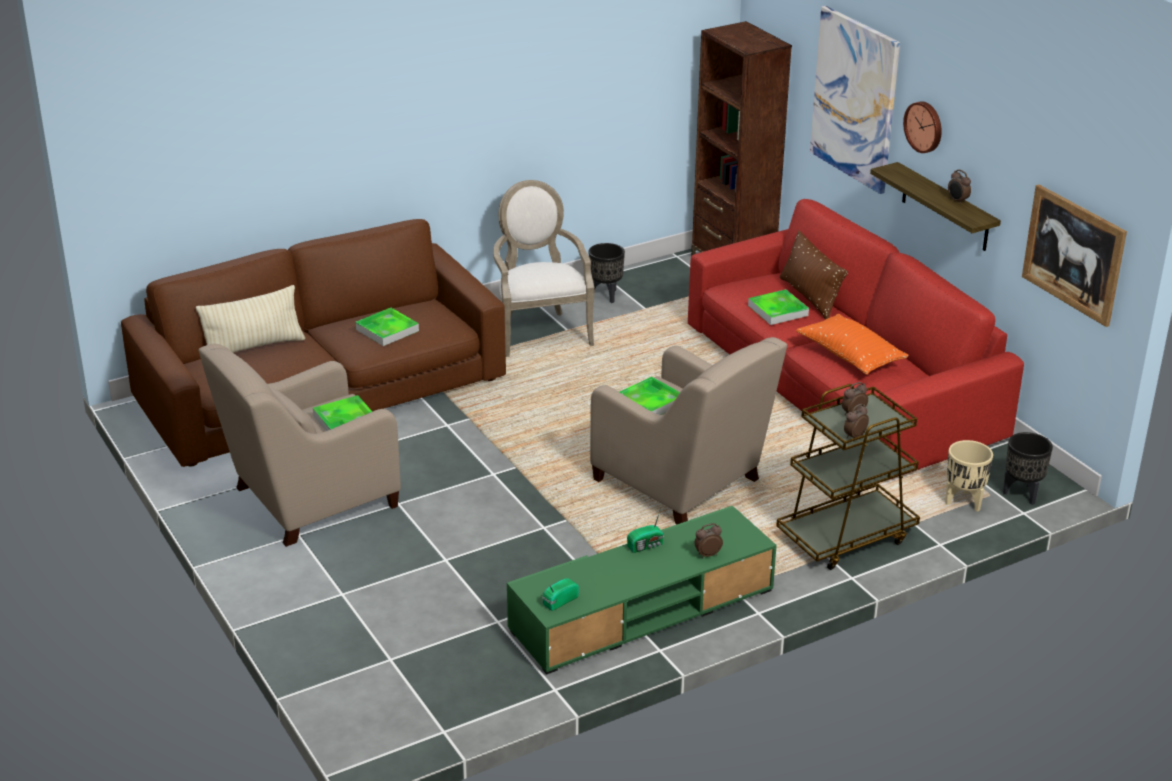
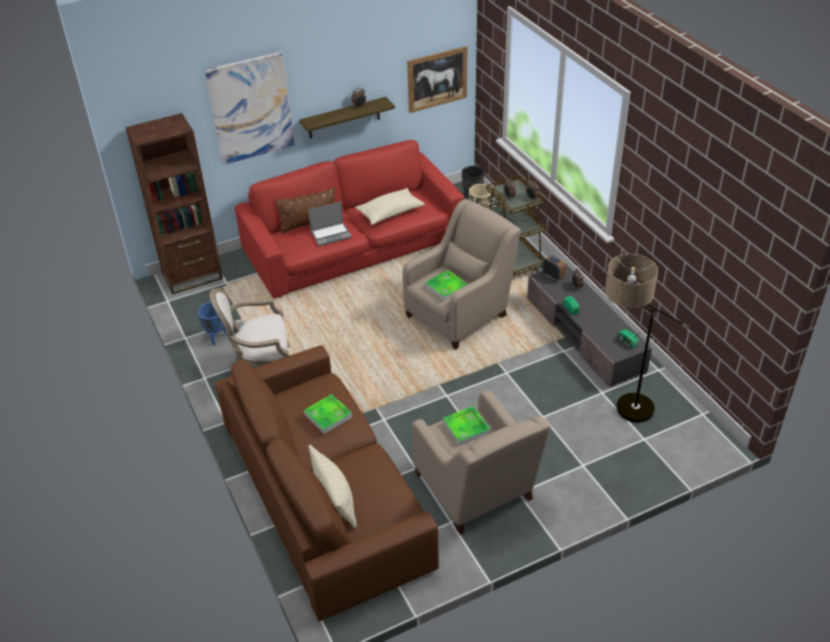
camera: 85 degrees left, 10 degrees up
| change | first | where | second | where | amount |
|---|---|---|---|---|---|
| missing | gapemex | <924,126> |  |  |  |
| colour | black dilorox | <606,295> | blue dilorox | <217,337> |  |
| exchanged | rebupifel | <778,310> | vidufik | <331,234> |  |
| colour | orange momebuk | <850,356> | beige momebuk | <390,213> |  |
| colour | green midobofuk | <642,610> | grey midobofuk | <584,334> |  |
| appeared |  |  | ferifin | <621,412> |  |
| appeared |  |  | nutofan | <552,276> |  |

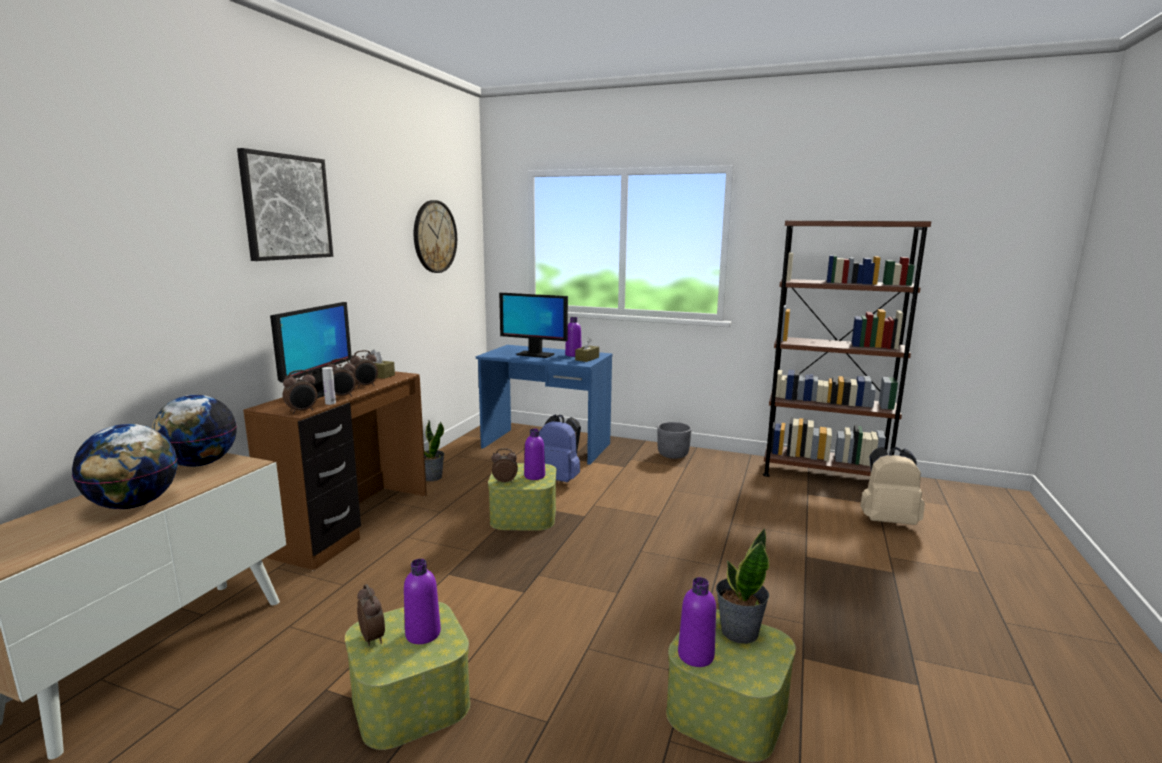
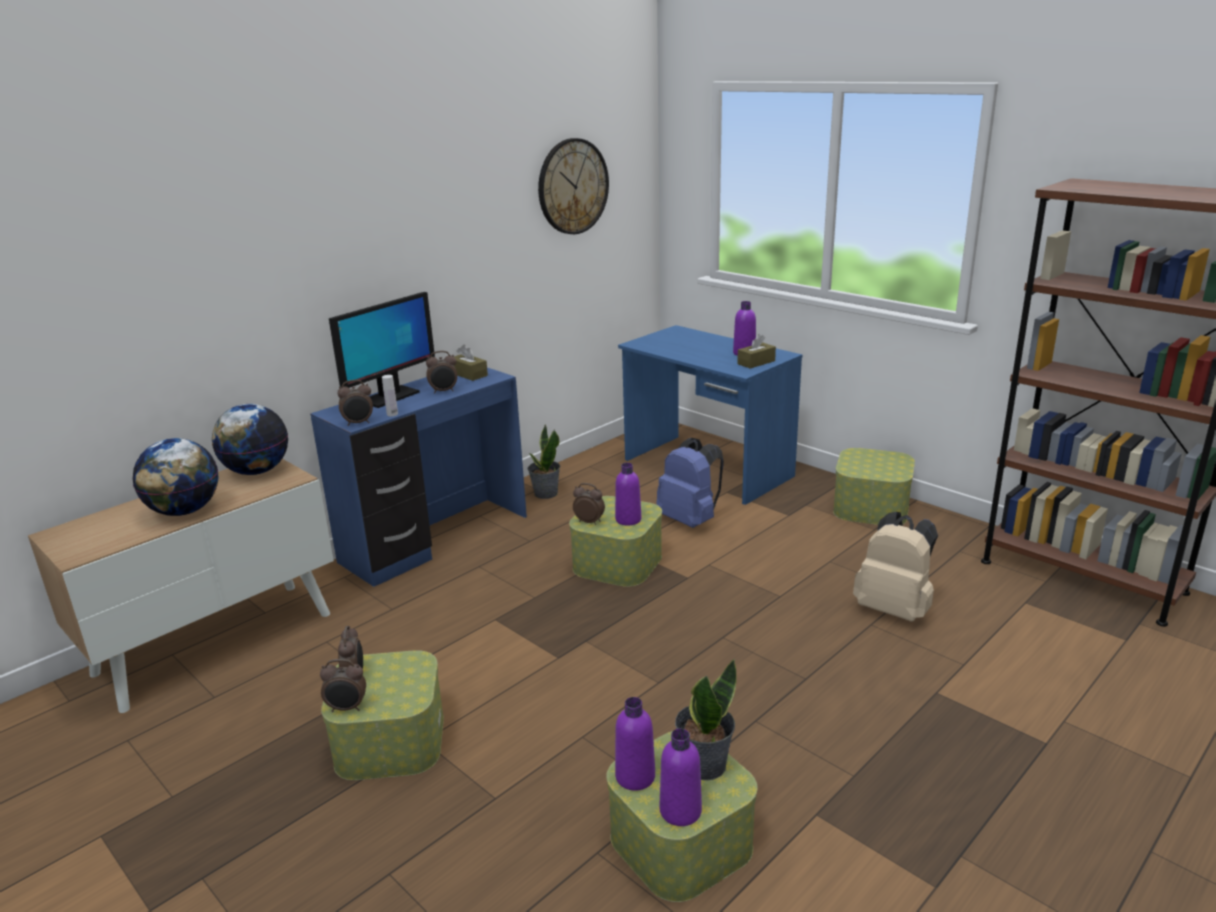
camera: 25 degrees right, 10 degrees up
| change | first | where | second | where | amount |
|---|---|---|---|---|---|
| missing | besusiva | <286,207> |  |  |  |
| missing | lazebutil | <535,355> |  |  |  |
| relocated | nutofan | <342,396> |  | <347,708> |  |
| colour | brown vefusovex | <355,523> | blue vefusovex | <437,539> |  |
| exchanged | grey dilorox | <673,455> | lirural | <871,507> |  |
| relocated | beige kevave | <887,520> |  | <894,609> |  |
| relocated | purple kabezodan | <423,633> |  | <680,811> |  |

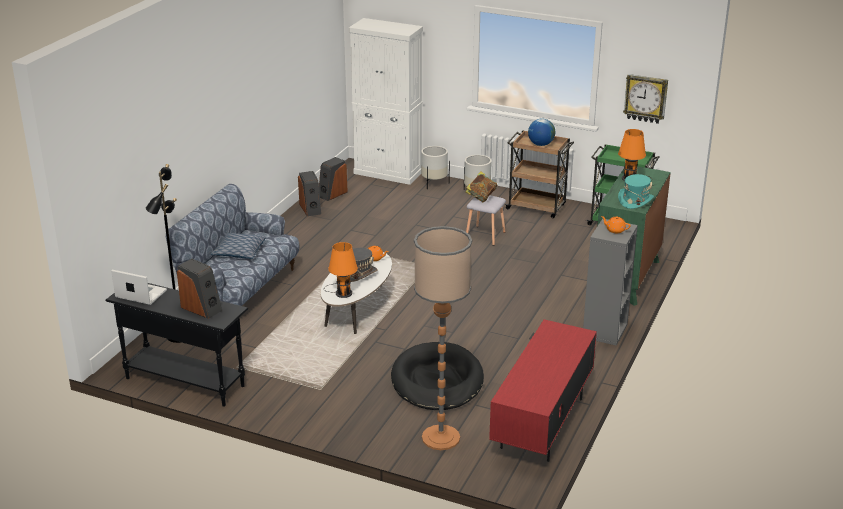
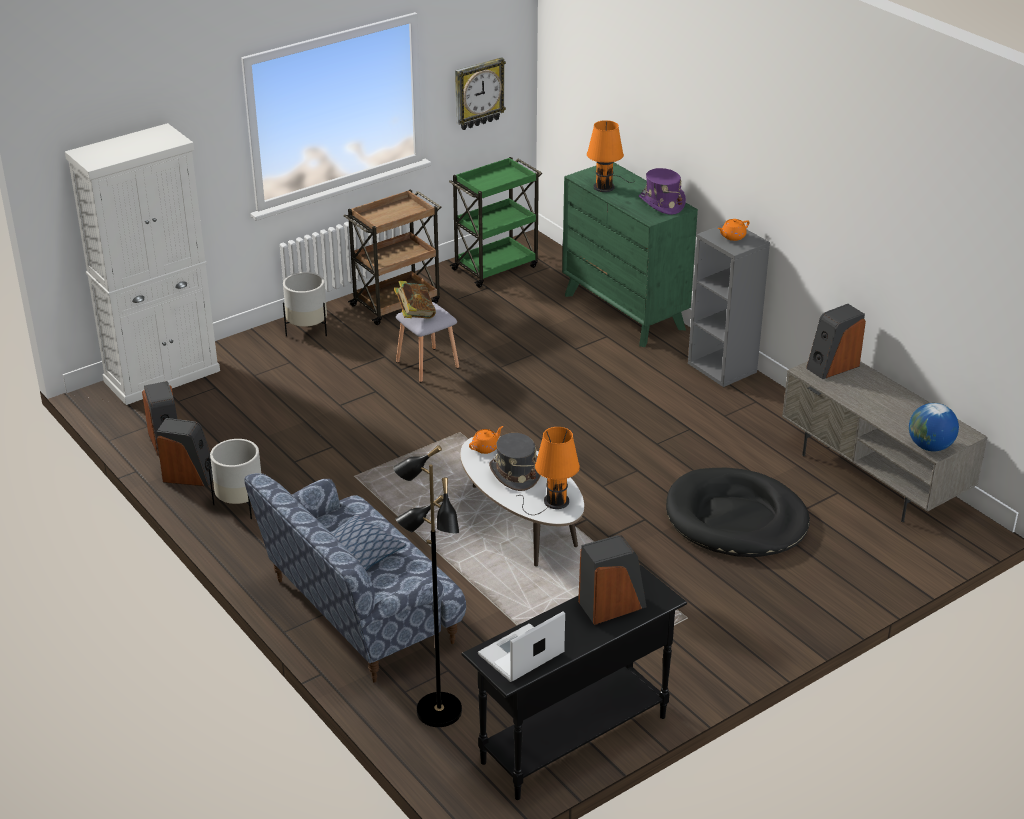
camera: 60 degrees left, 5 degrees up
| change | first | where | second | where | amount |
|---|---|---|---|---|---|
| relocated | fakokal | <540,144> |  | <930,446> |  |
| relocated | white dilorox | <434,183> |  | <240,504> |  |
| colour | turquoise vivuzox | <635,200> | purple vivuzox | <661,203> |  |
| missing | ferifin | <441,438> |  |  |  |
| colour | red midobofuk | <542,424> | grey midobofuk | <874,477> |  |
| appeared |  |  | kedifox | <832,366> |  |

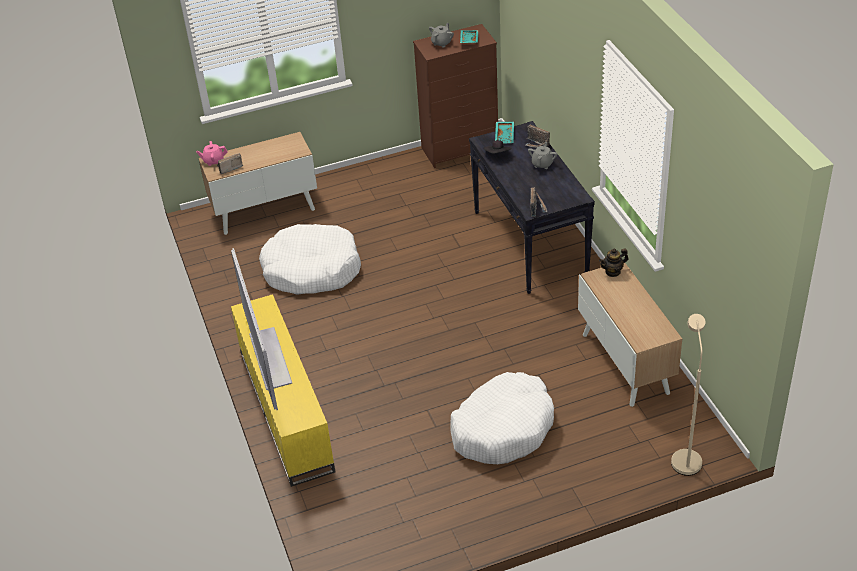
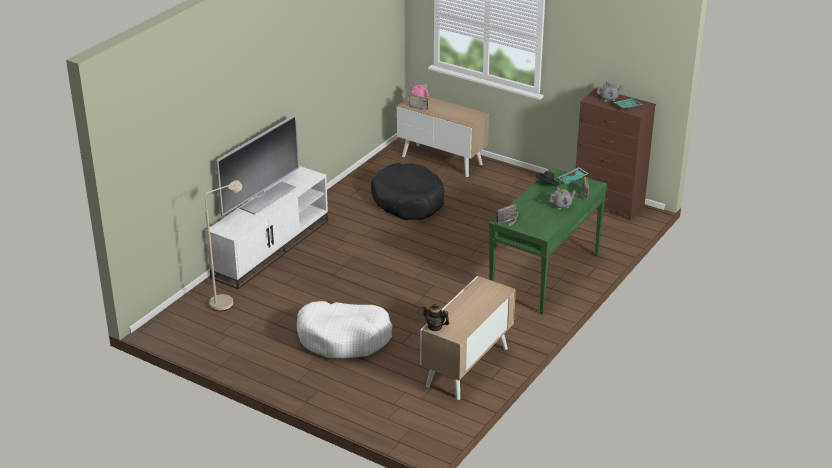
camera: 50 degrees right, 10 degrees down
| change | first | where | second | where | amount |
|---|---|---|---|---|---|
| colour | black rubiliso | <530,243> | green rubiliso | <545,275> |  |
| colour | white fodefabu | <311,269> | black fodefabu | <408,201> |  |
| relocated | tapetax | <613,272> |  | <435,327> |  |
| colour | yellow midobofuk | <285,410> | white midobofuk | <271,248> |  |
| relocated | beige ferifin | <685,456> |  | <227,302> |  |

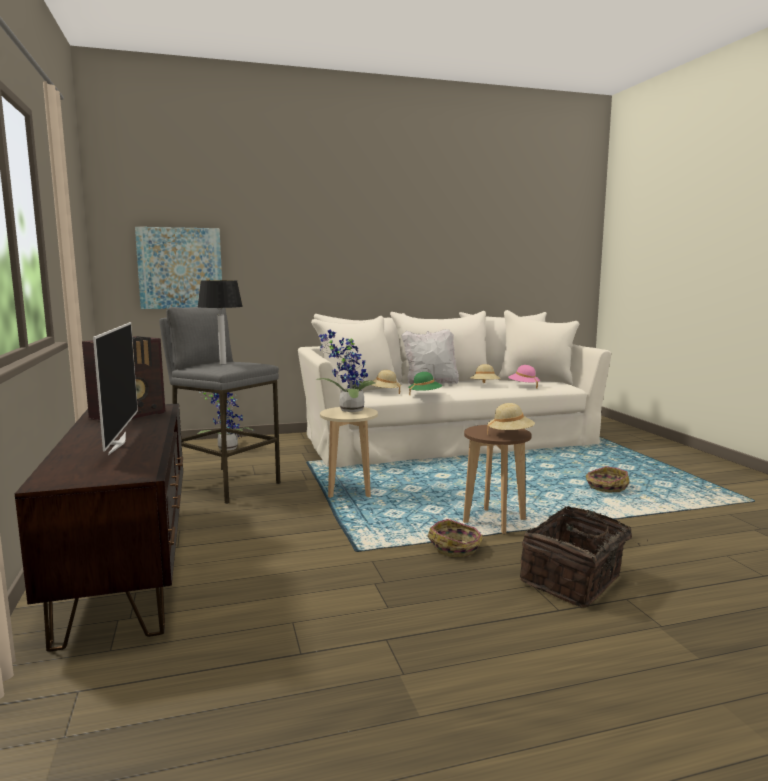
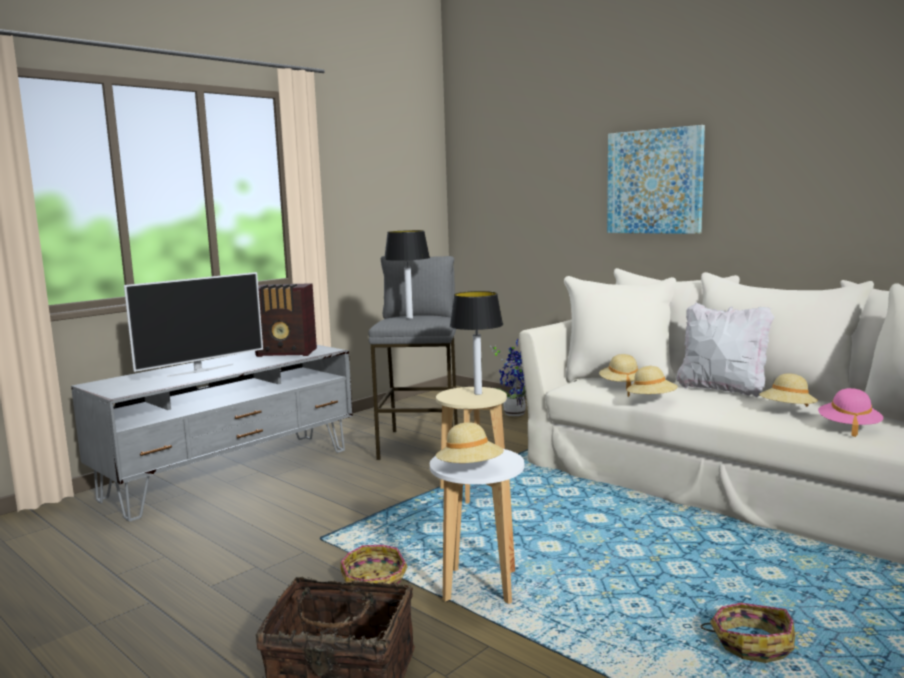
camera: 60 degrees right, 0 degrees up
| change | first | where | second | where | amount |
|---|---|---|---|---|---|
| relocated | besusiva | <180,268> |  | <654,182> |  |
| exchanged | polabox | <348,410> | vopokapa | <478,393> |  |
| colour | green vivuzox | <425,394> | beige vivuzox | <651,400> |  |
| colour | brown midobofuk | <129,563> | grey midobofuk | <231,473> |  |
| colour | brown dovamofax | <494,521> | white dovamofax | <480,586> |  |

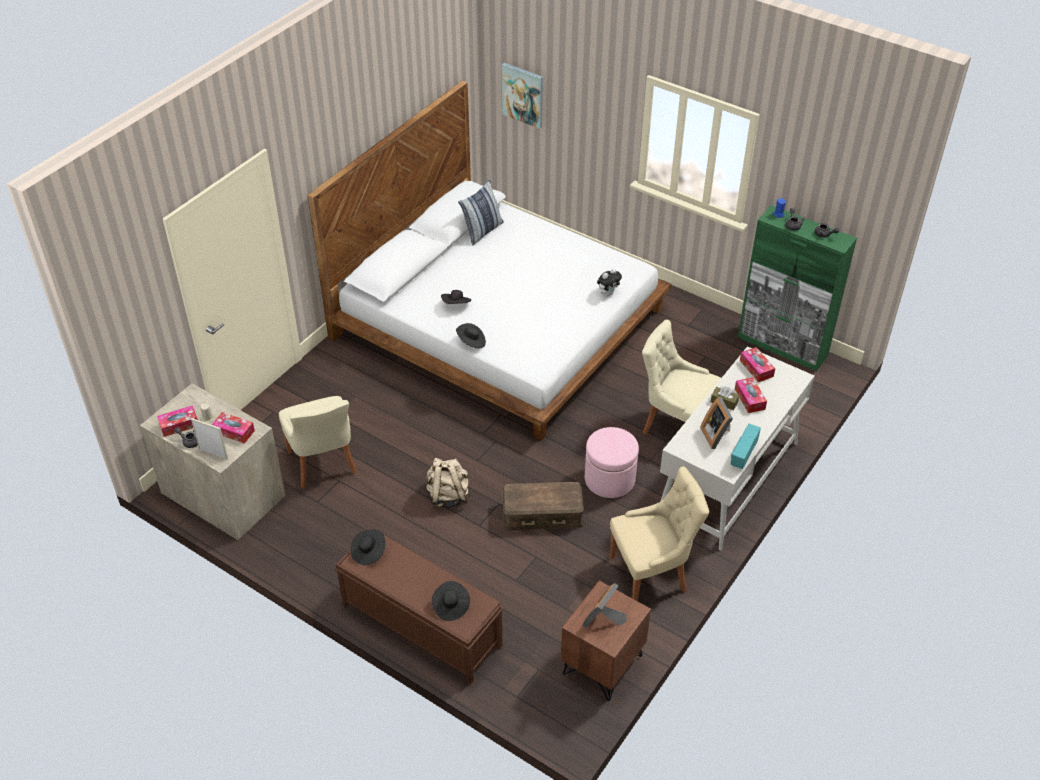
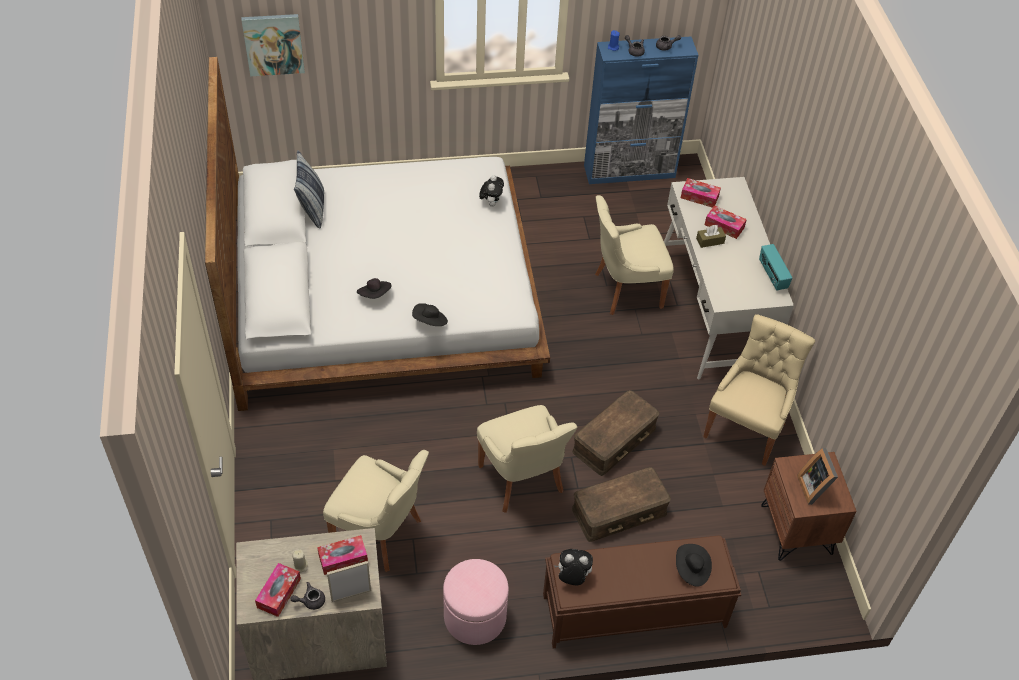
camera: 45 degrees left, 5 degrees up
| change | first | where | second | where | amount |
|---|---|---|---|---|---|
| colour | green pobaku | <782,346> | blue pobaku | <630,171> |  |
| missing | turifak | <717,435> |  |  |  |
| relocated | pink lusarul | <609,479> |  | <475,617> |  |
| exchanged | beige kevave | <448,495> | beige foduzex | <522,481> |  |
| exchanged | black vivuzox | <368,552> | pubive | <572,578> |  |
| appeared |  |  | brown lirural | <619,512> |  |

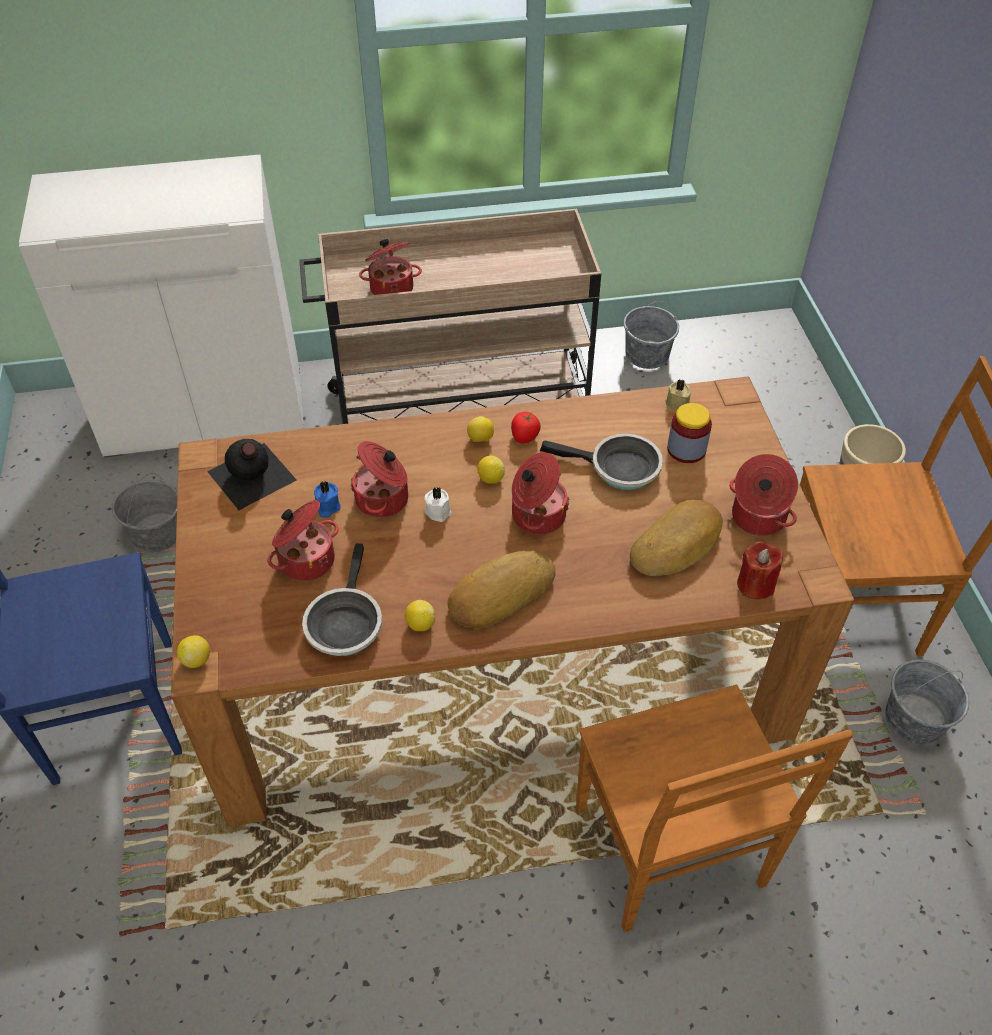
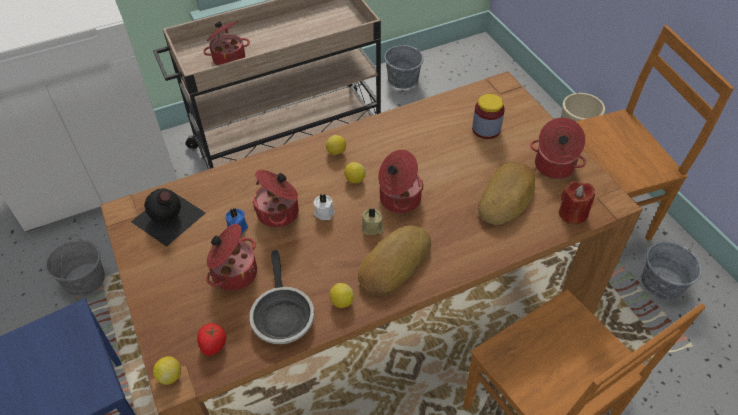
camera: 15 degrees left, 0 degrees up
| change | first | where | second | where | amount |
|---|---|---|---|---|---|
| relocated | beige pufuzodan | <677,405> |  | <373,228> |  |
| relocated | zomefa | <524,436> |  | <213,345> |  |
| missing | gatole | <618,468> |  |  |  |

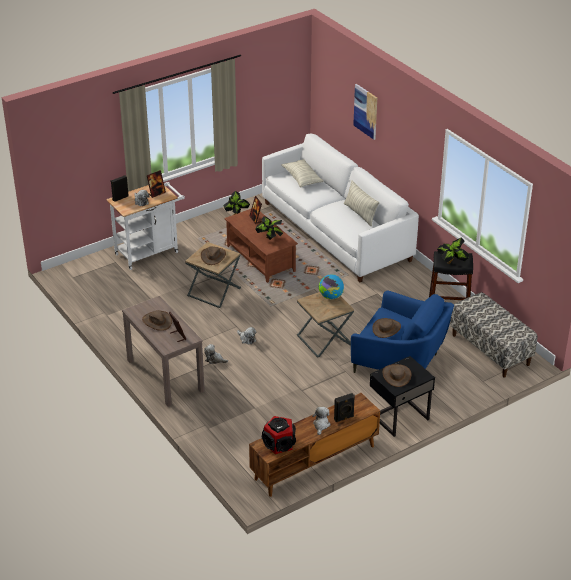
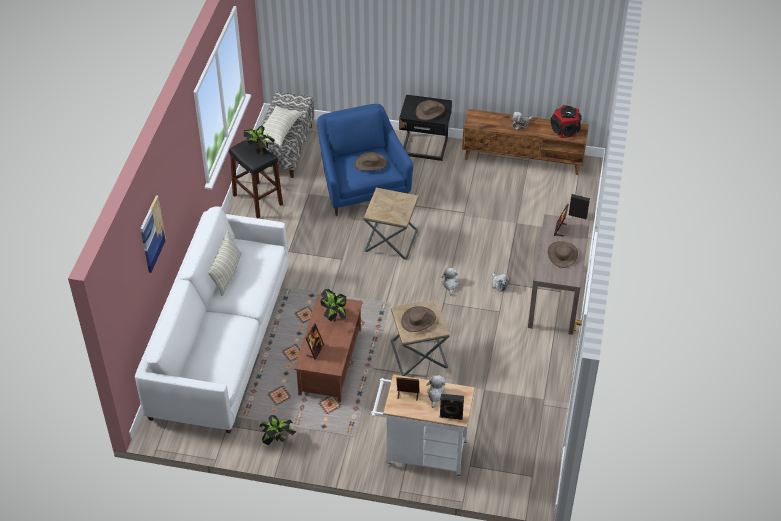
camera: 135 degrees left, 10 degrees up
| change | first | where | second | where | amount |
|---|---|---|---|---|---|
| relocated | momebuk | <302,179> |  | <278,131> |  |
| missing | fakokal | <331,297> |  |  |  |
| relocated | black kedifox | <344,418> |  | <578,215> |  |

